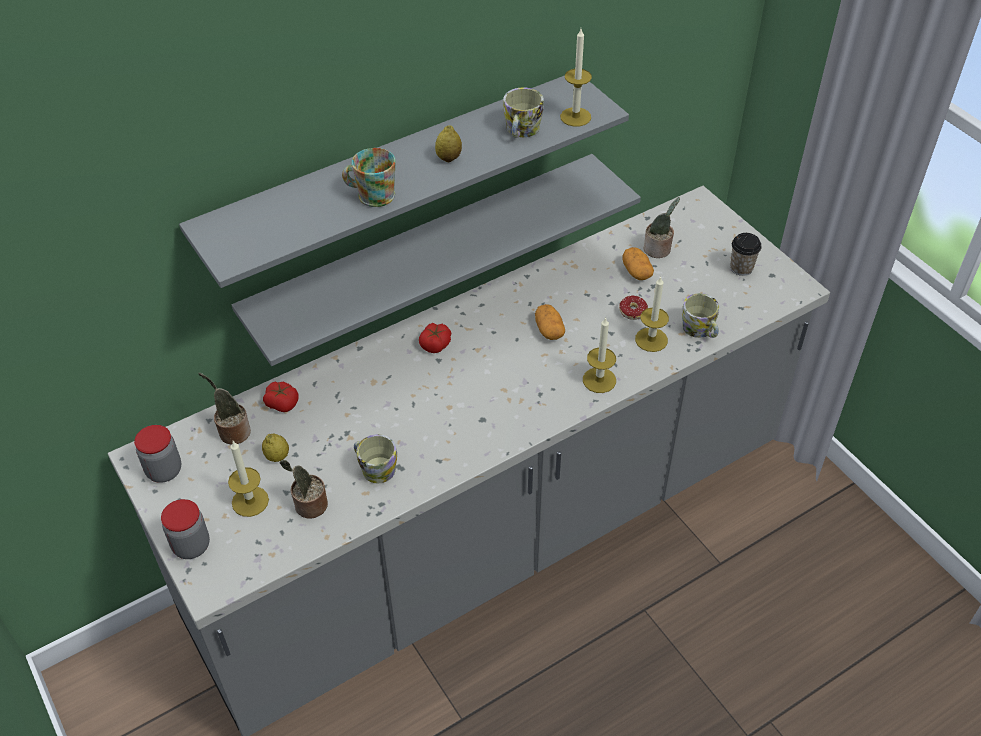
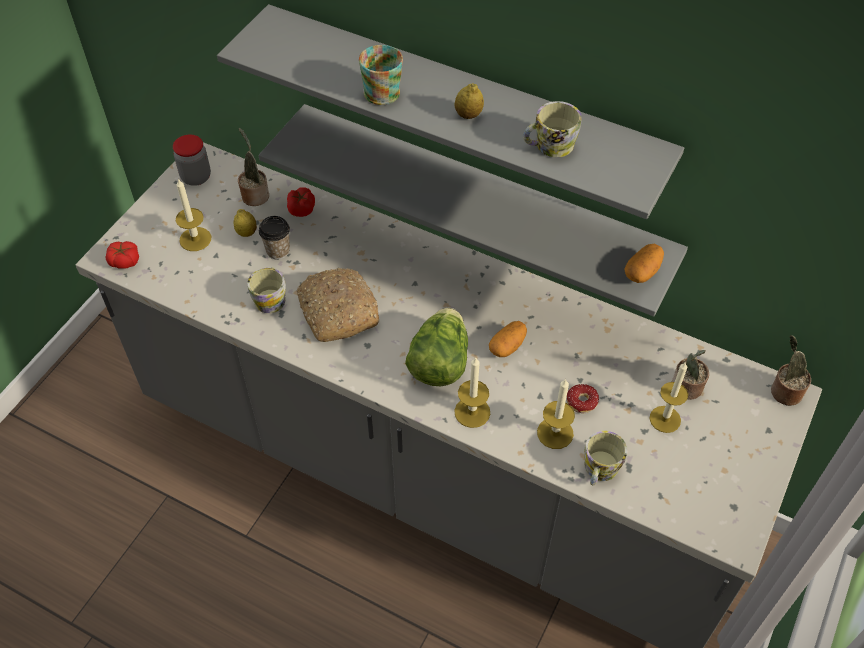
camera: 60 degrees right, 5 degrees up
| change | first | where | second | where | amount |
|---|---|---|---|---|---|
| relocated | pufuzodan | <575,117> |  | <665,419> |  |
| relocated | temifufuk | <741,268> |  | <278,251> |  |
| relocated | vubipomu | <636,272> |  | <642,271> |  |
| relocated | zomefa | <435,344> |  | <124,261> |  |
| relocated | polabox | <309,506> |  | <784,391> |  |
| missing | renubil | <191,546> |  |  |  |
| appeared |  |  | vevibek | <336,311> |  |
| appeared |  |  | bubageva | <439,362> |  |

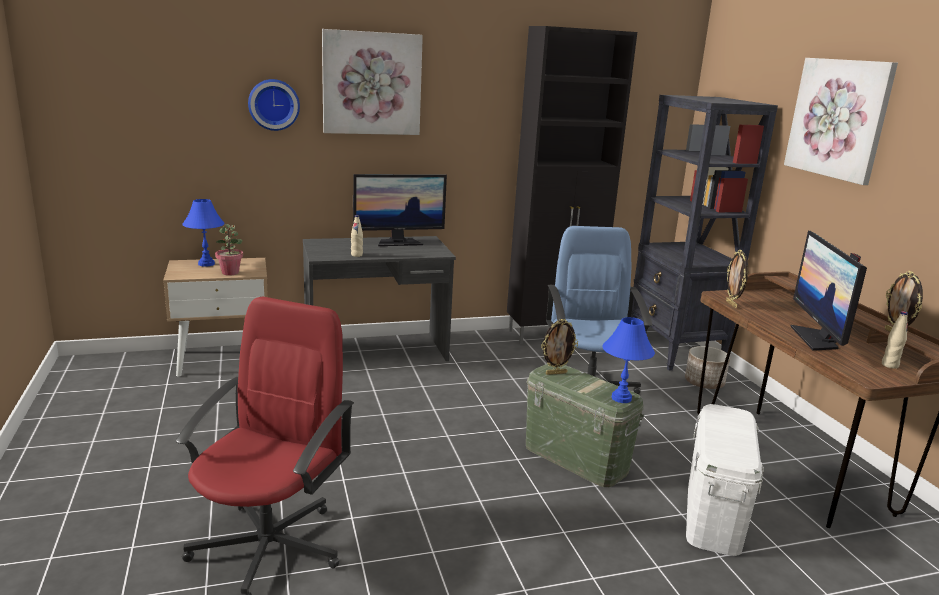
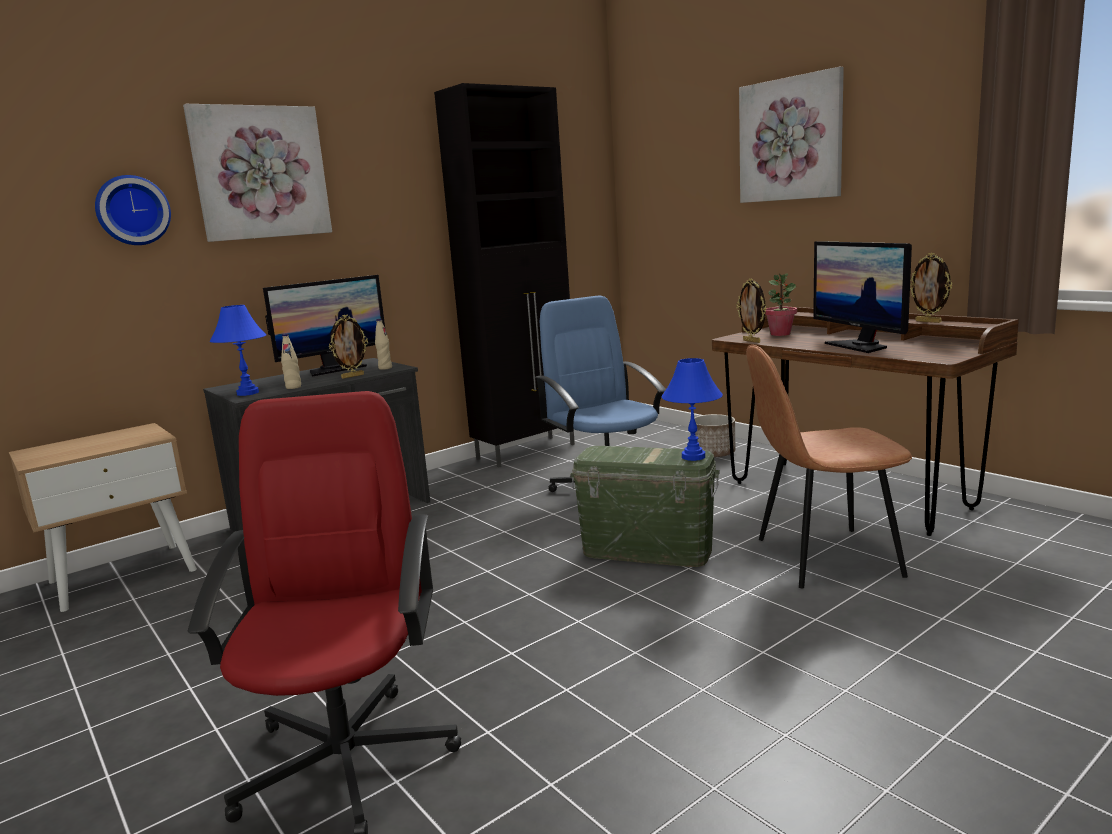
camera: 20 degrees left, 5 degrees down
| change | first | where | second | where | amount |
|---|---|---|---|---|---|
| missing | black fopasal | <675,351> |  |  |  |
| relocated | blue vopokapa | <206,264> |  | <248,393> |  |
| relocated | polabox | <230,273> |  | <780,334> |  |
| relocated | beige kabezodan | <889,365> |  | <385,368> |  |
| relocated | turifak | <556,373> |  | <352,376> |  |
| exchanged | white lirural | <713,515> | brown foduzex | <823,557> |  |

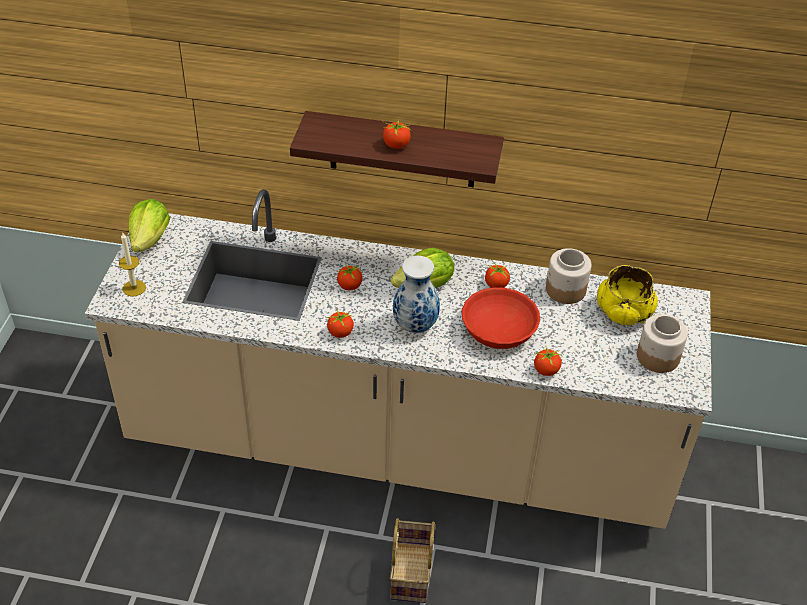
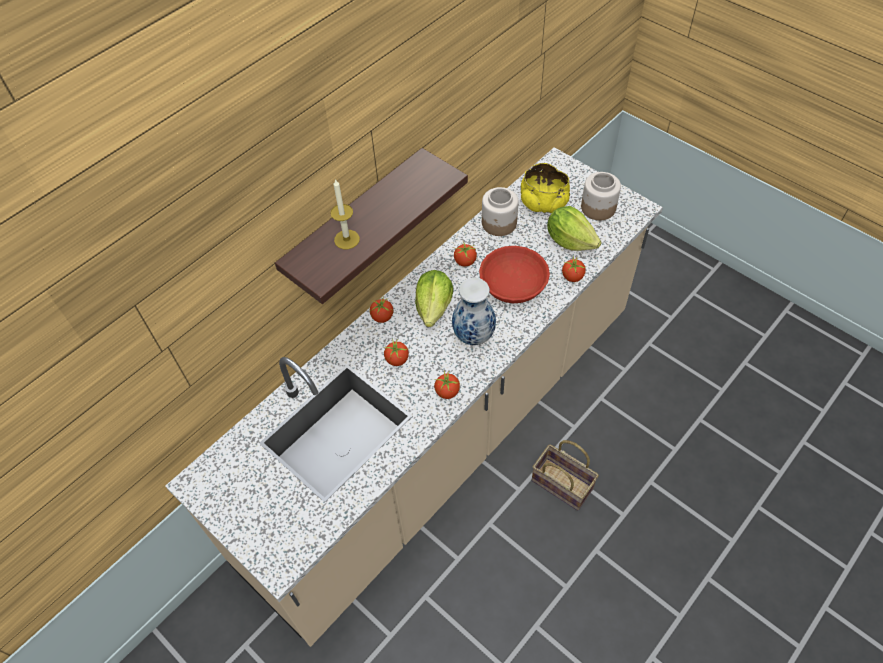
camera: 55 degrees left, 10 degrees up
| change | first | where | second | where | amount |
|---|---|---|---|---|---|
| relocated | zomefa | <396,145> |  | <382,317> |  |
| relocated | bubageva | <150,239> |  | <570,240> |  |
| relocated | pufuzodan | <134,288> |  | <347,239> |  |

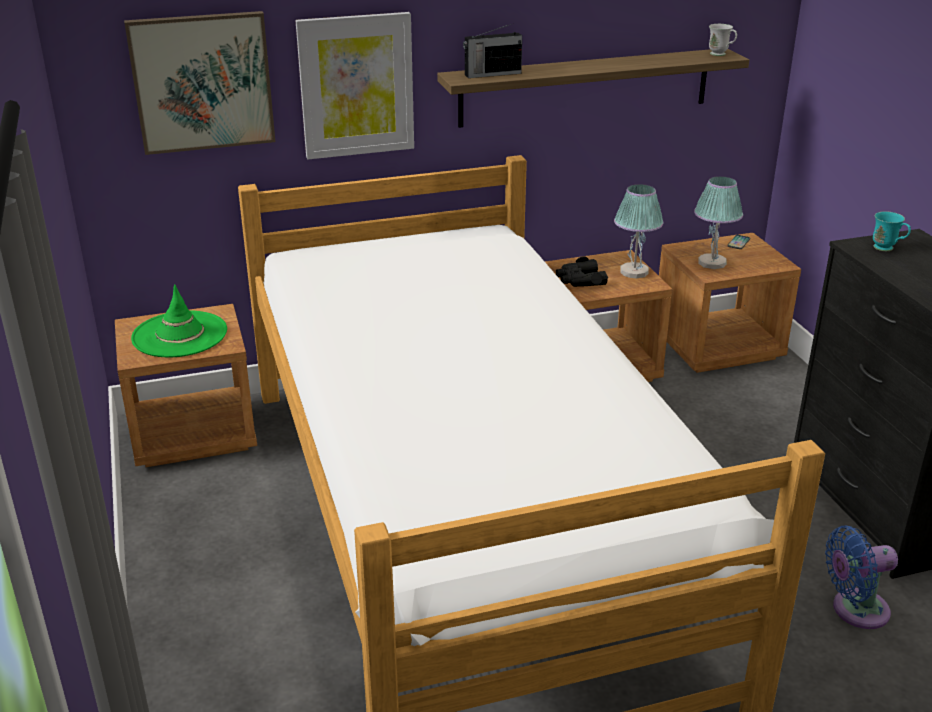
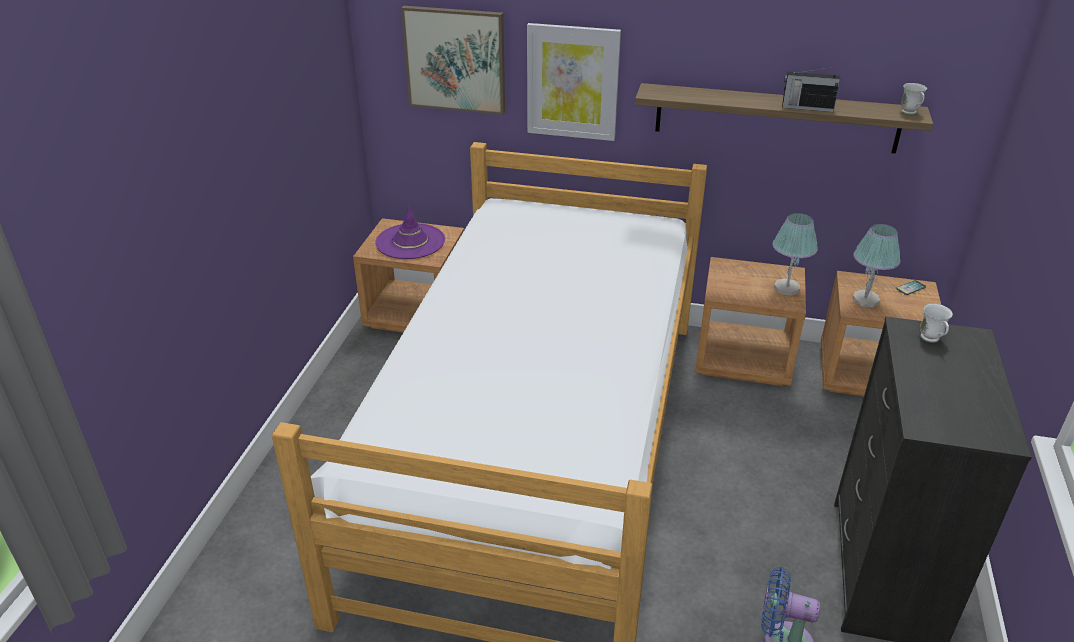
camera: 30 degrees right, 5 degrees up
| change | first | where | second | where | amount |
|---|---|---|---|---|---|
| relocated | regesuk | <491,74> |  | <806,107> |  |
| colour | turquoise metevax | <887,249> | white metevax | <931,340> |  |
| missing | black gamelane | <580,280> |  |  |  |
| colour | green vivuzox | <179,335> | purple vivuzox | <410,241> |  |

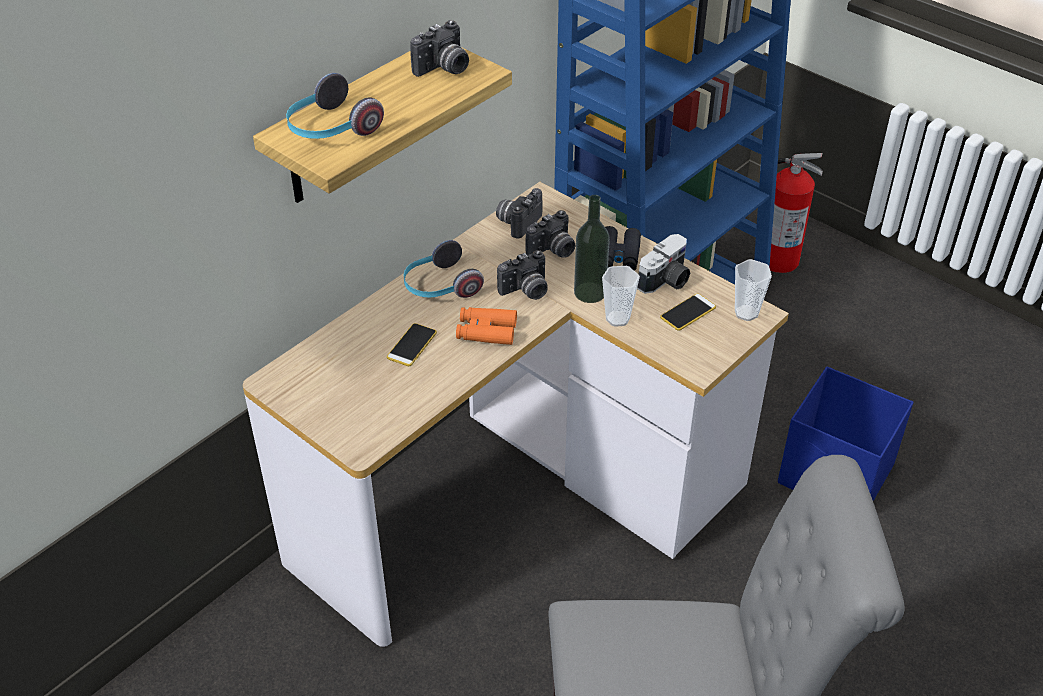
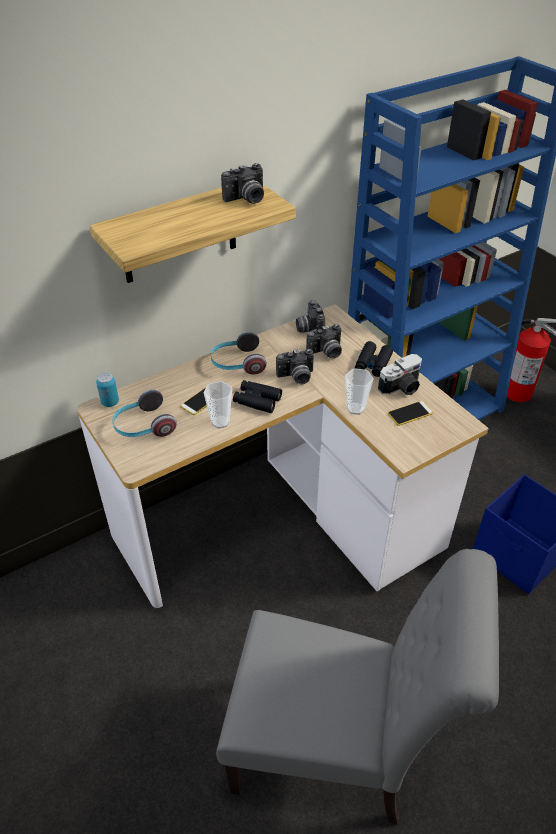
camera: 15 degrees right, 0 degrees up
| change | first | where | second | where | amount |
|---|---|---|---|---|---|
| relocated | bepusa | <331,129> |  | <143,427> |  |
| spun | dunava | <518,222> |  | <309,329> | 60 degrees counterclockwise |
| missing | kabezodan | <590,292> |  |  |  |
| relocated | temifufuk | <746,313> |  | <220,422> |  |
| colour | orange gamelane | <486,331> | black gamelane | <257,400> |  |
| appeared |  |  | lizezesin | <110,402> |  |

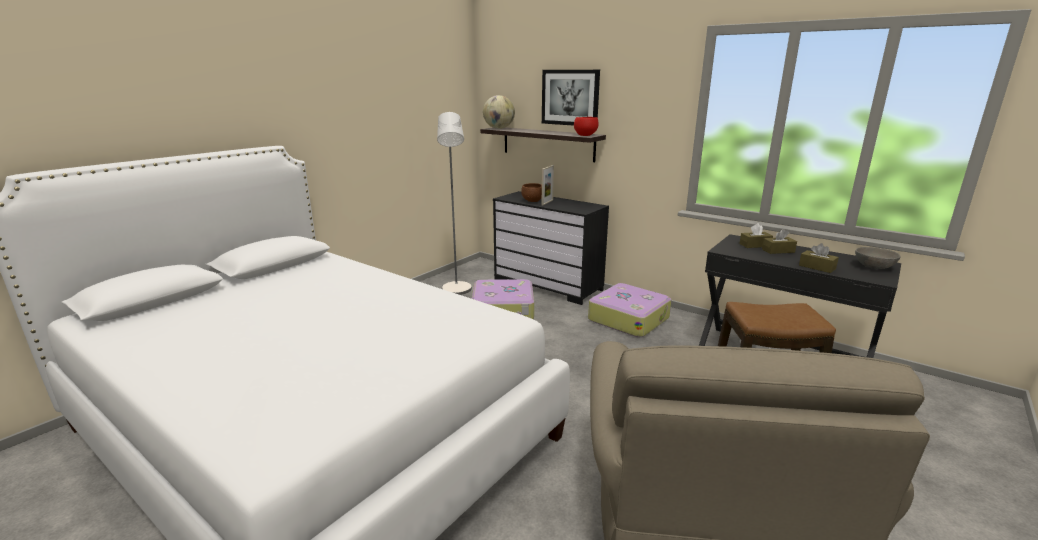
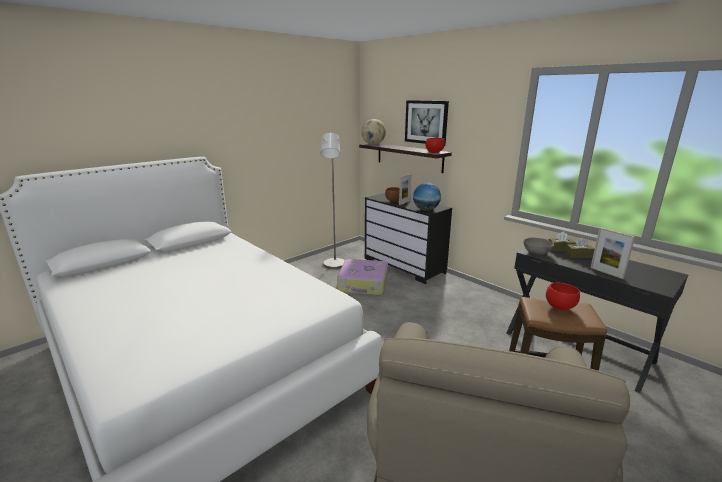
camera: 10 degrees right, 0 degrees up
| change | first | where | second | where | amount |
|---|---|---|---|---|---|
| exchanged | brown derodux | <817,267> | turifak | <606,273> |  |
| relocated | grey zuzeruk | <874,267> |  | <537,253> |  |
| missing | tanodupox | <628,319> |  |  |  |
| appeared |  |  | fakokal | <426,210> |  |
| appeared |  |  | red zuzeruk | <559,307> |  |

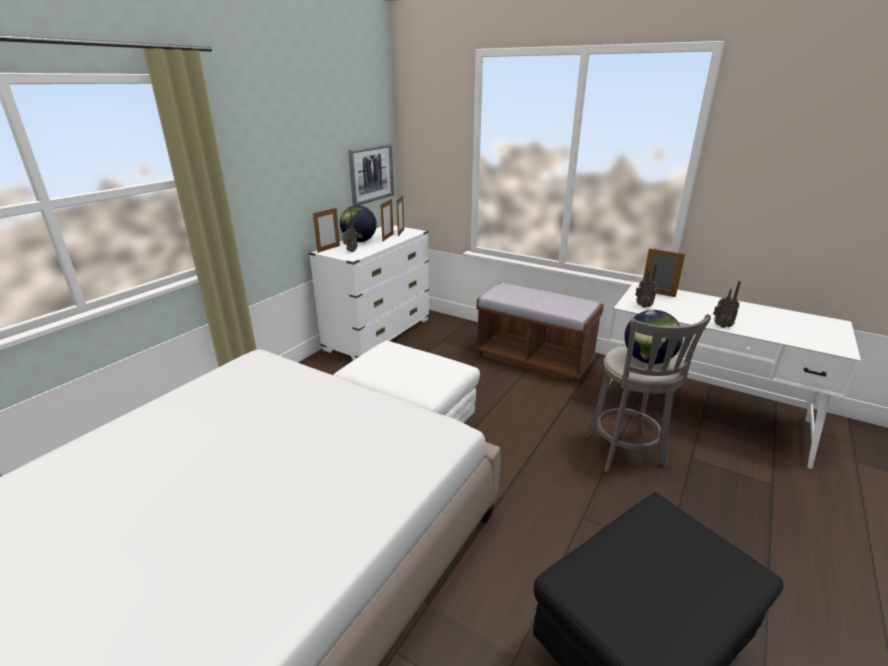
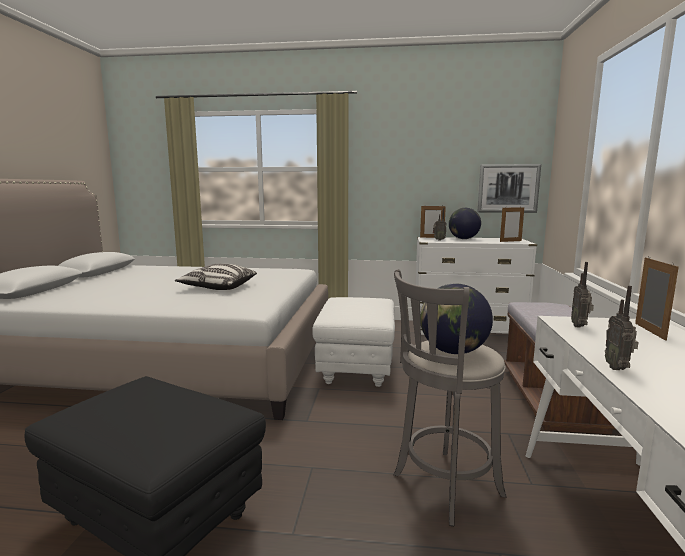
camera: 65 degrees right, 15 degrees down
| change | first | where | second | where | amount |
|---|---|---|---|---|---|
| missing | turifak | <388,237> |  |  |  |
| appeared |  |  | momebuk | <218,288> |  |

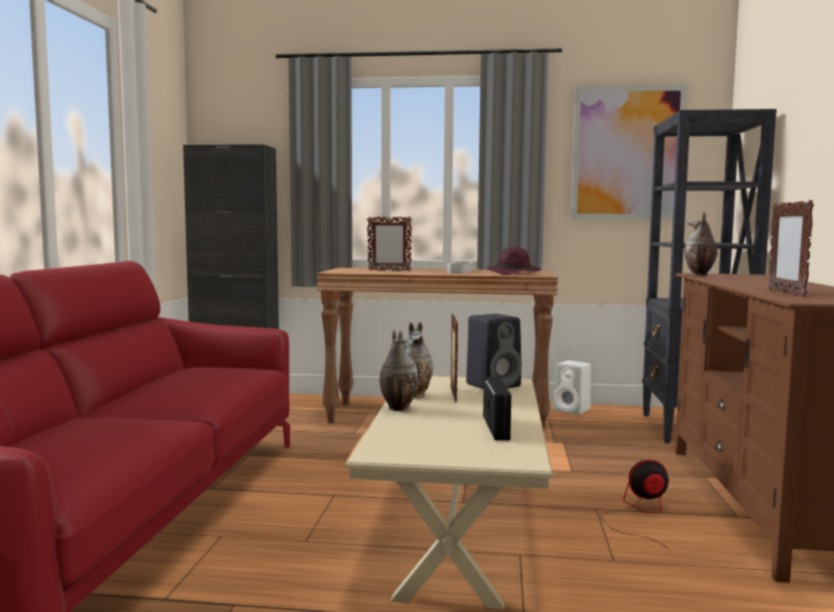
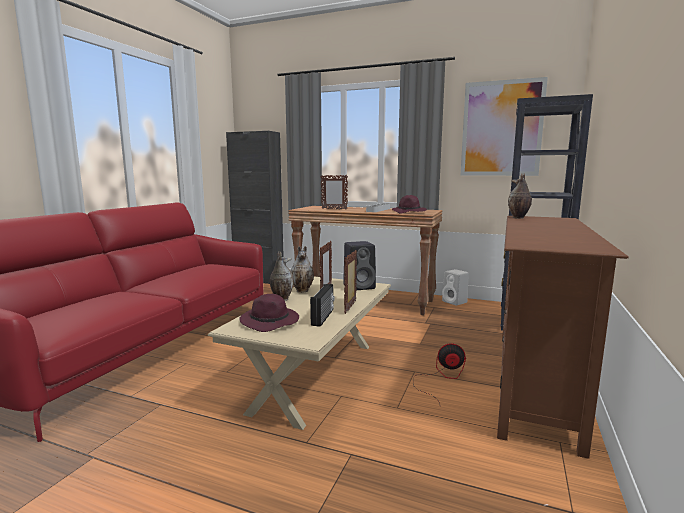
camera: 15 degrees right, 5 degrees up
| change | first | where | second | where | amount |
|---|---|---|---|---|---|
| relocated | turifak | <786,293> |  | <350,307> |  |
| appeared |  |  | purple vivuzox | <270,322> |  |

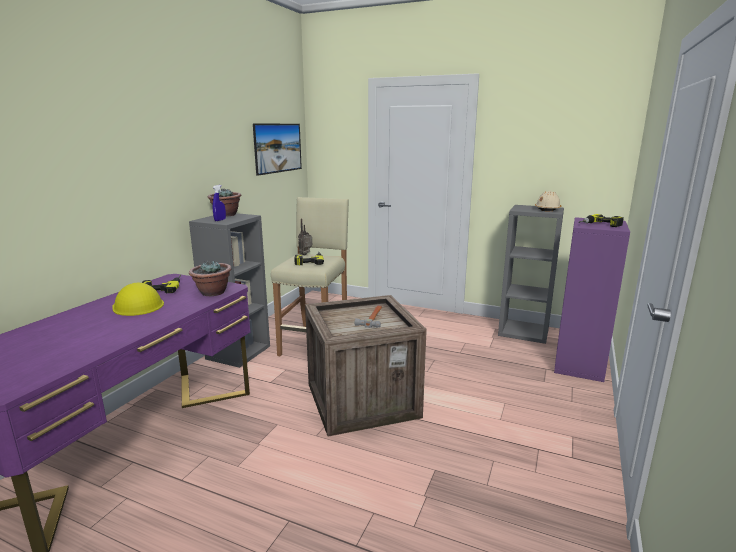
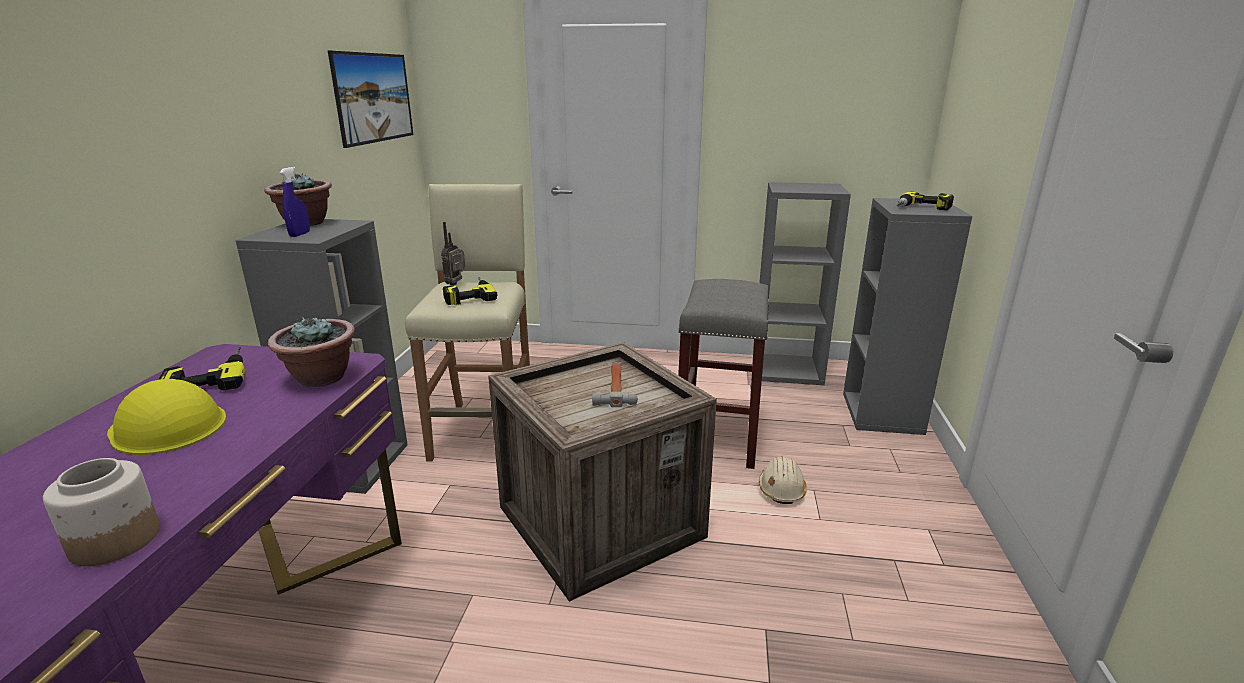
camera: 15 degrees left, 5 degrees up
| change | first | where | second | where | amount |
|---|---|---|---|---|---|
| relocated | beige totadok | <547,209> |  | <781,489> |  |
| colour | purple fopasal | <579,365> | grey fopasal | <883,414> |  |
| appeared |  |  | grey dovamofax | <718,438> |  |
| appeared |  |  | renubil | <114,541> |  |

